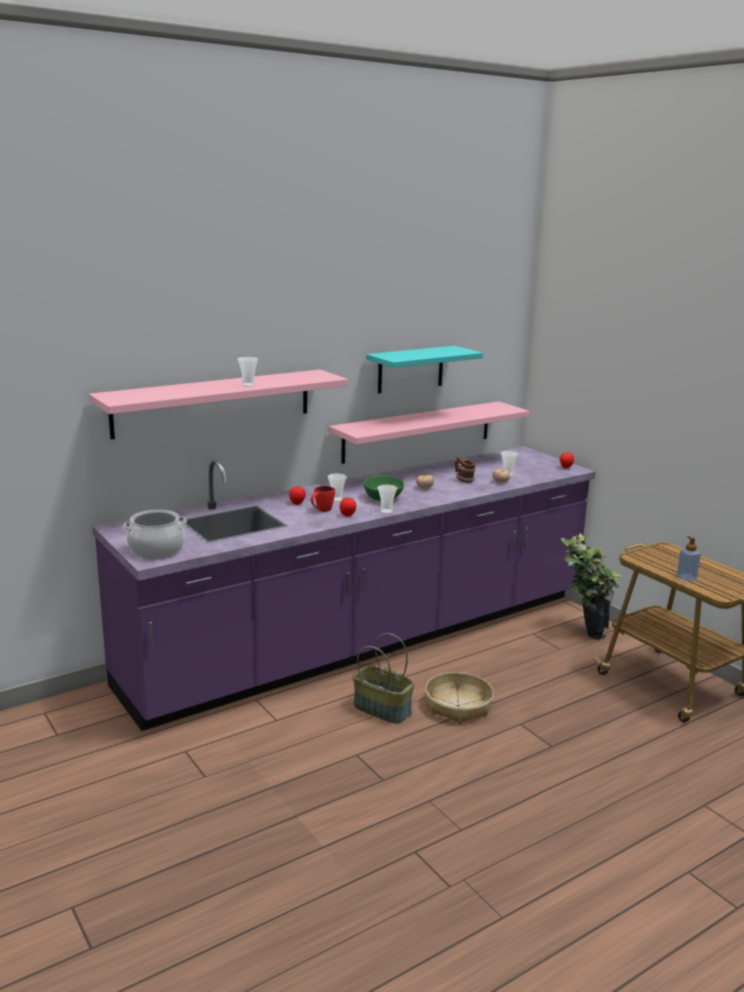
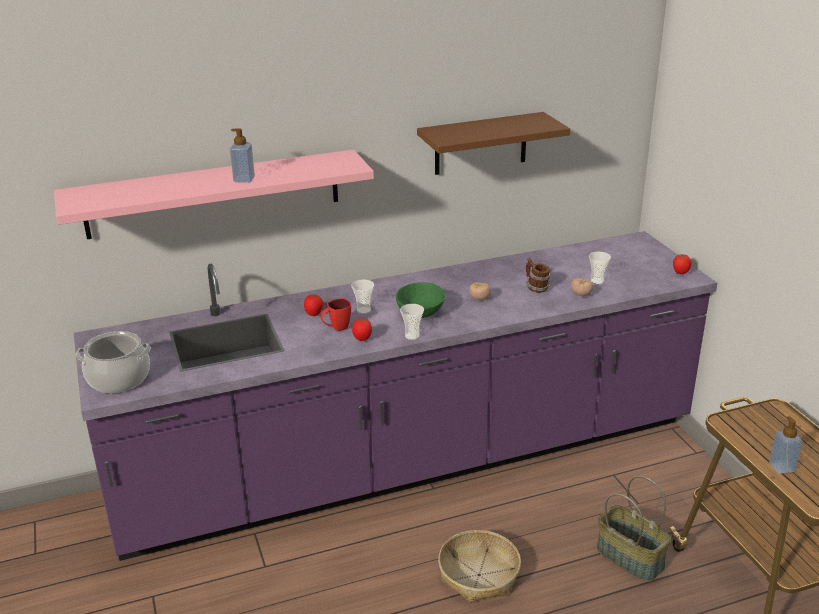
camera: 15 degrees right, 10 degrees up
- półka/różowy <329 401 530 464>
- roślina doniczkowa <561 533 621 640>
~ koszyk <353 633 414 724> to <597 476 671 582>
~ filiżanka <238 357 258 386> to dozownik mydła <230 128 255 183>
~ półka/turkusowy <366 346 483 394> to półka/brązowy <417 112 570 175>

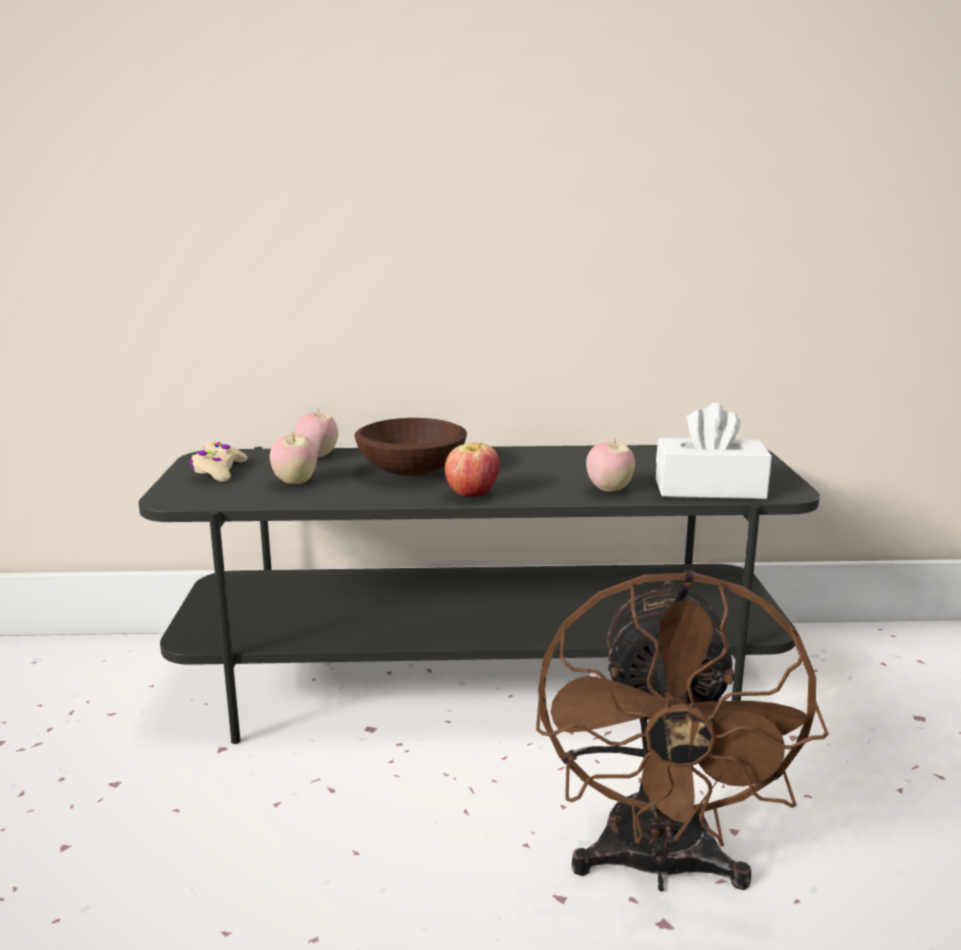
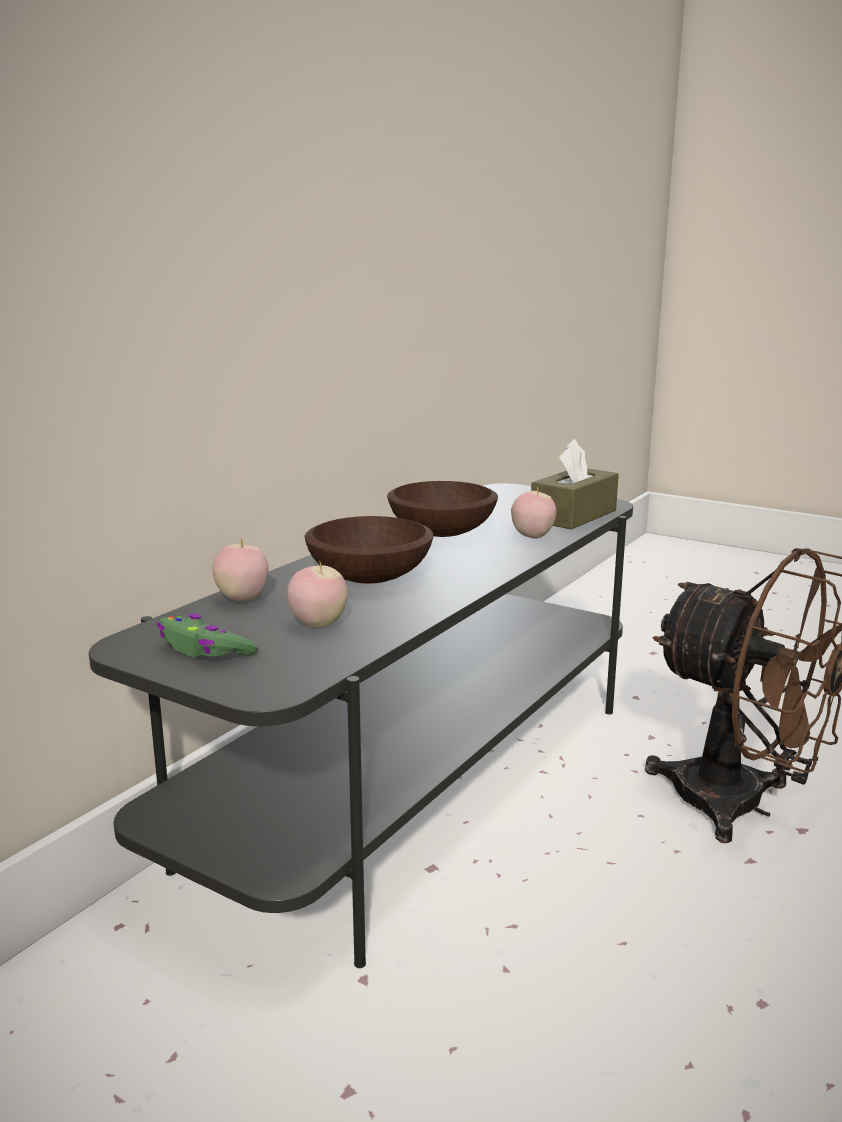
camera: 55 degrees left, 0 degrees up
- jabłko <445 442 500 497>
+ miska/brązowy <387 481 498 537>
~ pad do gier/beżowy <190 442 248 482> to pad do gier/zielony <157 613 258 657>
~ pudełko chusteczek/biały <656 402 772 499> to pudełko chusteczek/brązowy <531 439 619 529>

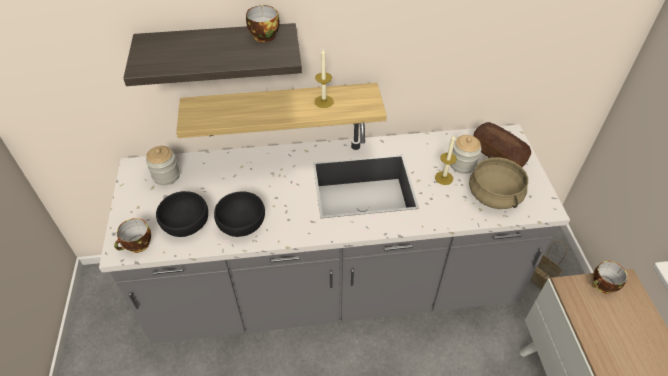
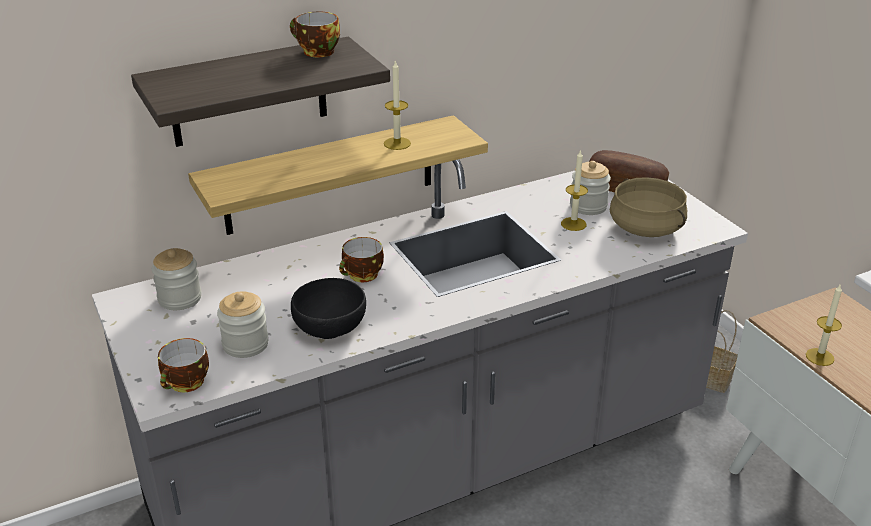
camera: 20 degrees left, 15 degrees down
+ świeca <806 285 842 366>
~ filiżanka <592 261 628 293> to <339 237 384 282>
~ miska/czarny <156 191 208 237> to słoik <217 291 269 358>

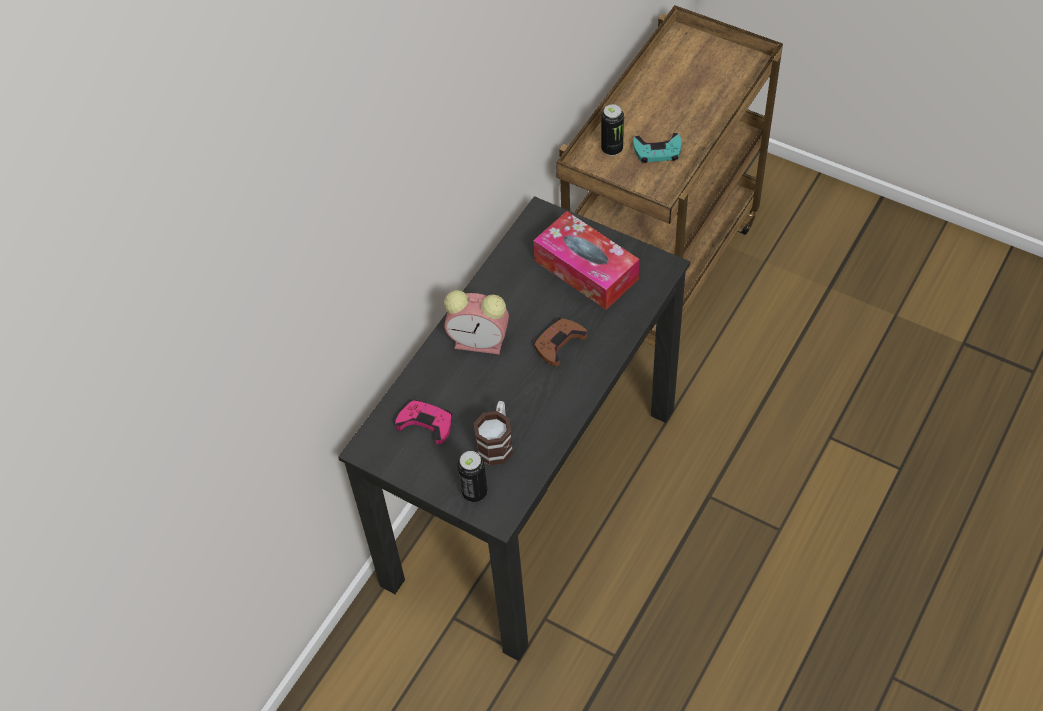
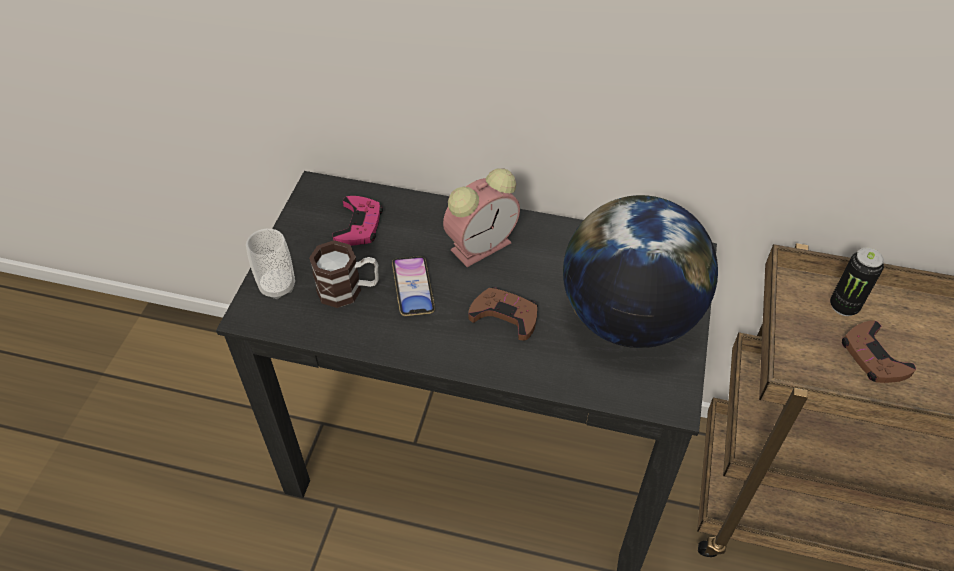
camera: 70 degrees right, 5 degrees down
+ telefon <392 256 435 316>
~ puszka <458 451 488 502> to filiżanka <246 229 295 299>
~ pudełko chusteczek <534 211 639 310> to globus <563 195 718 348>
~ pad do gier/turkusowy <633 133 682 163> to pad do gier/brązowy <842 321 916 383>
~ budzik <444 290 509 355> = <443 168 520 267> 120 degrees counterclockwise

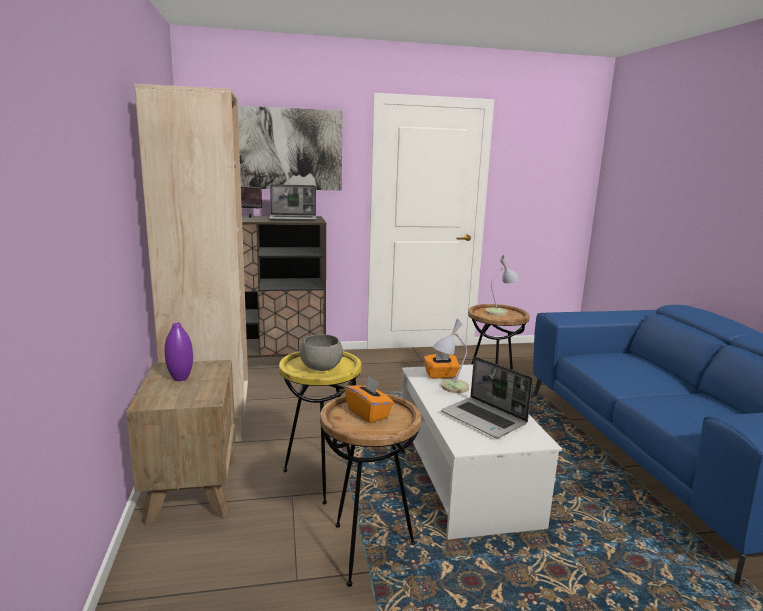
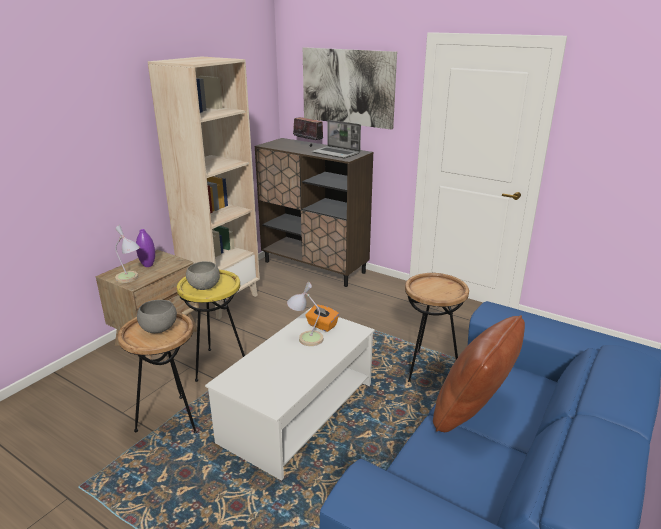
camera: 45 degrees right, 10 degrees up
- laptop <441 357 533 438>
+ poduszka/brązowy <433 315 525 432>
~ lampa stołowa <485 255 520 316> to <115 225 140 283>
~ pudełko chusteczek/pomarańczowy <345 376 394 423> to miska/szary <137 300 177 333>

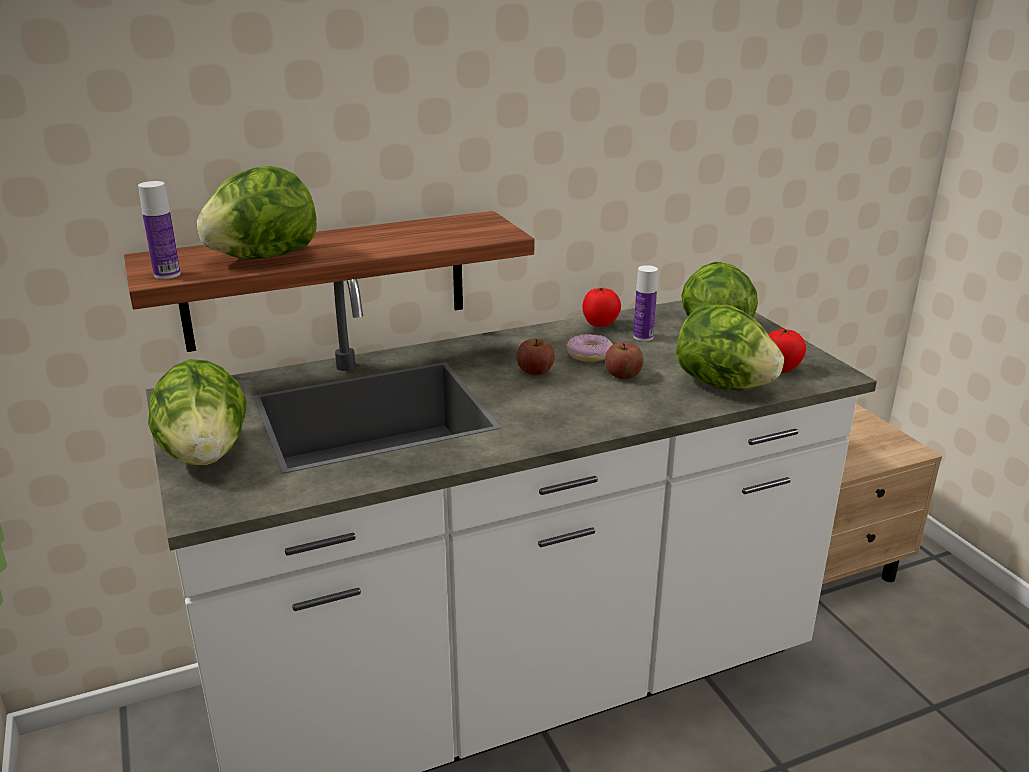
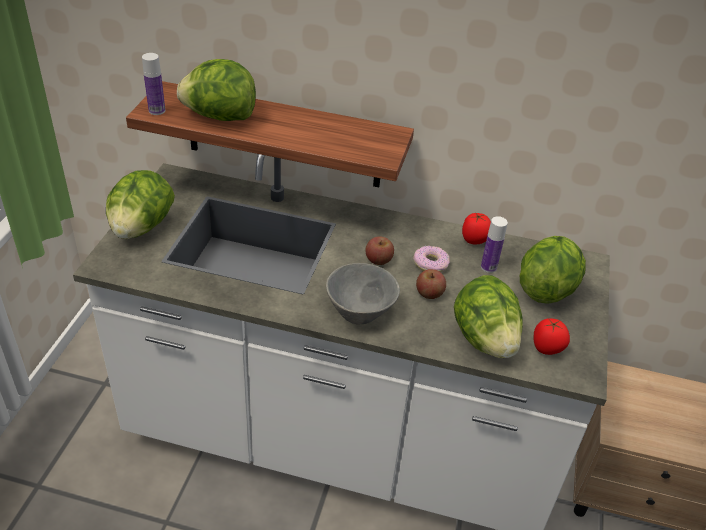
camera: 35 degrees right, 15 degrees up
+ miska/szary <326 263 400 325>

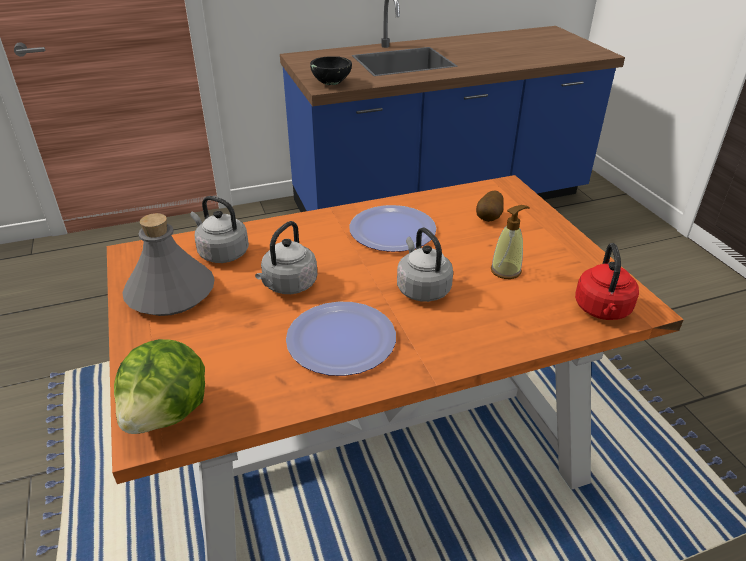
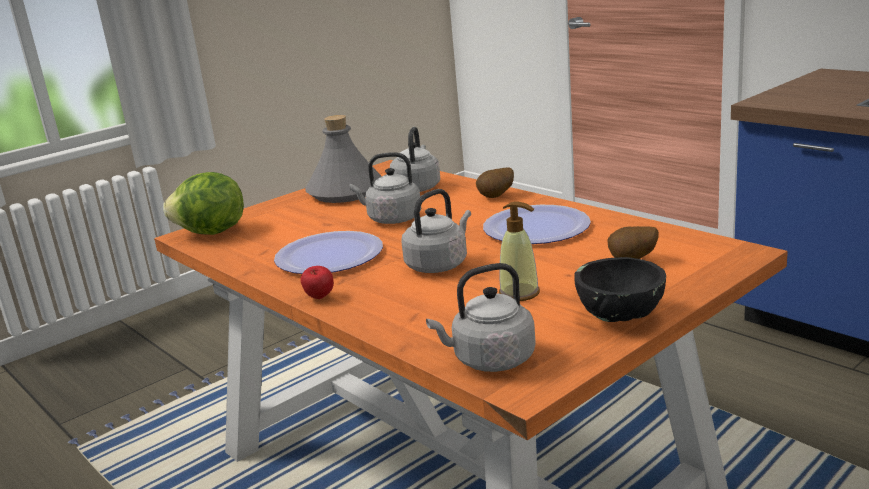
camera: 70 degrees right, 15 degrees down
+ jabłko <300 266 334 299>
+ ziemniak <476 167 514 198>
~ miska/czarny <310 56 352 85> to <574 257 666 322>
~ czajnik/czerwony <575 243 639 320> to czajnik/szary <426 263 536 372>

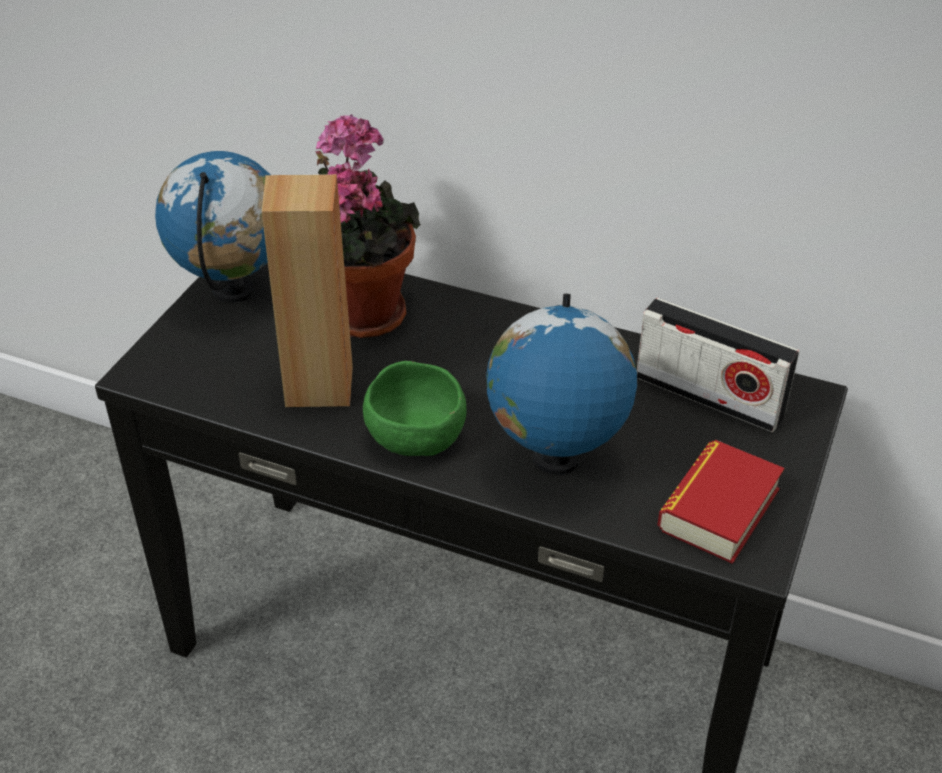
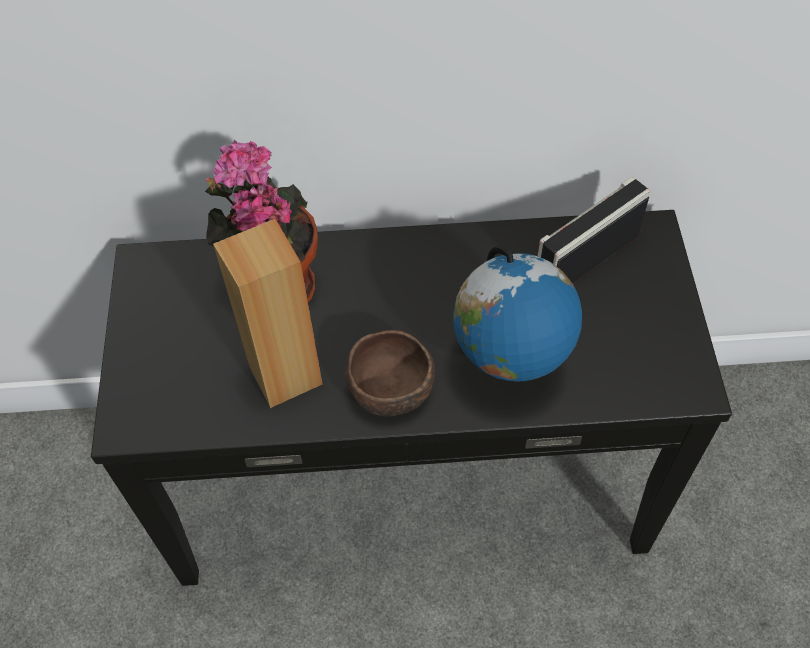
camera: 25 degrees left, 15 degrees up
- globus <155 151 270 303>
- książka <657 440 784 564>
~ miska/zielony <363 361 466 456> to miska/brązowy <345 330 435 416>
~ radio <637 298 799 432> = <538 177 650 283> 135 degrees clockwise

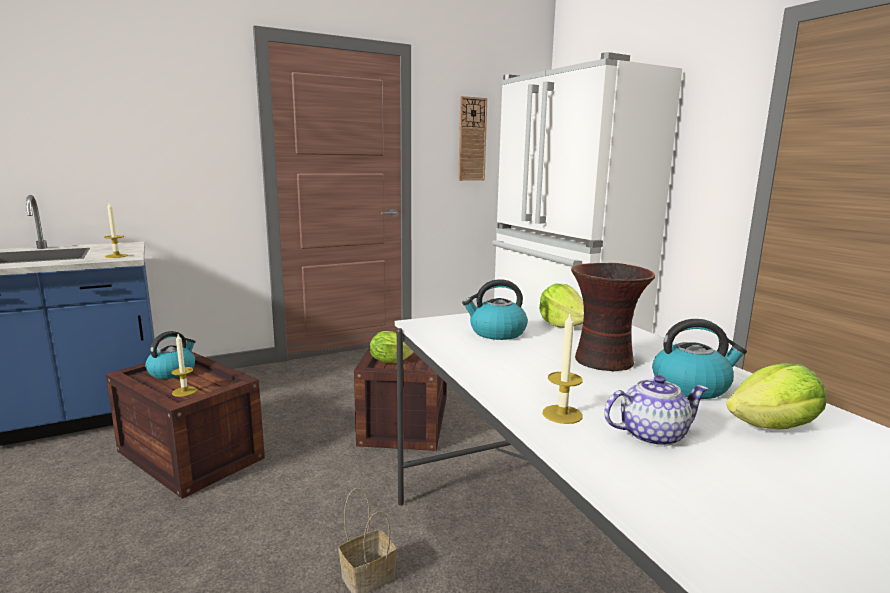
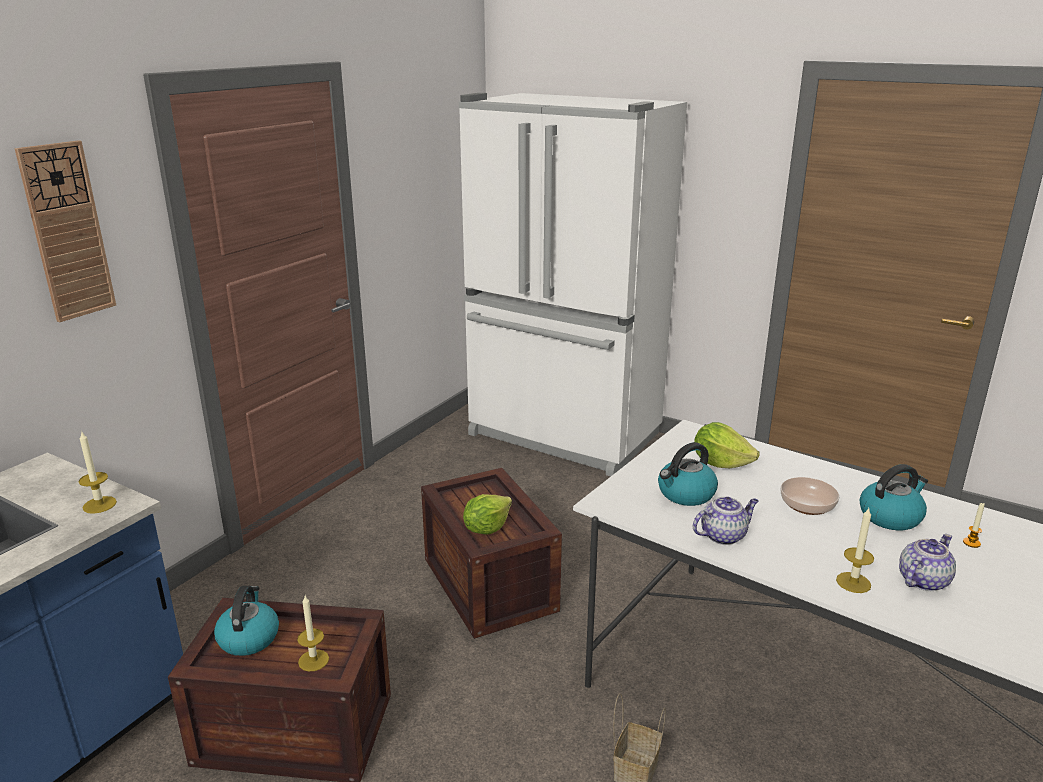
camera: 30 degrees left, 10 degrees up
+ imbryk <693 497 759 545>
~ zegar ścienny <458 96 487 181> to <15 140 116 322>
~ wazon <571 263 655 371> to miska <781 477 840 515>
~ sałata <726 364 826 429> to świeca <963 502 985 548>

